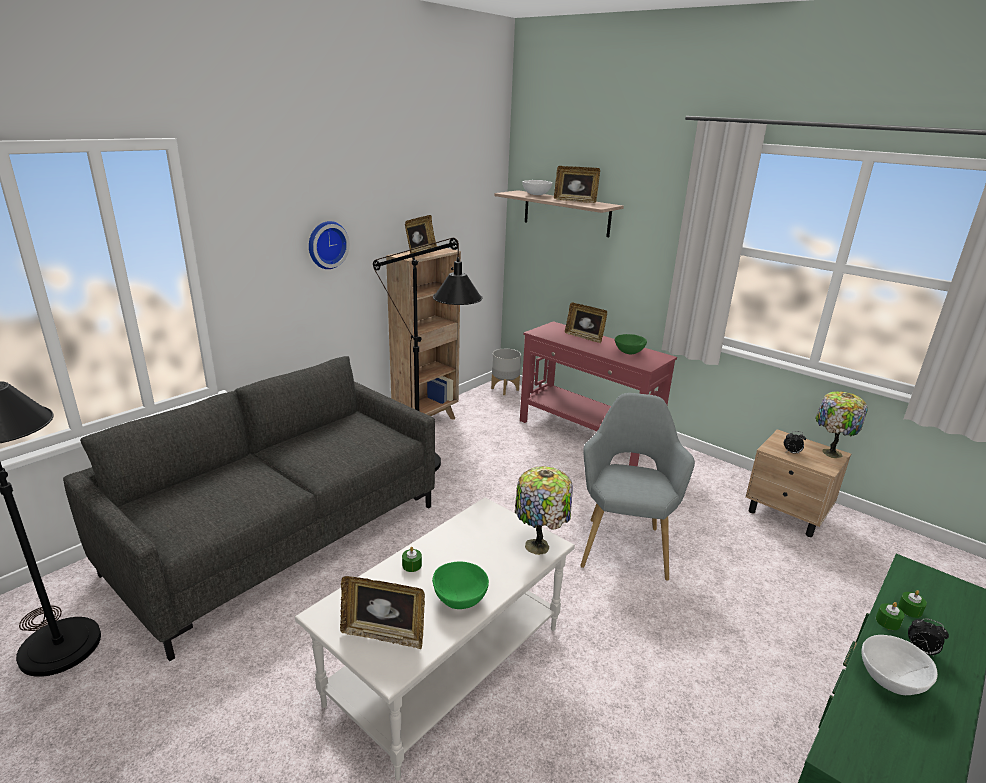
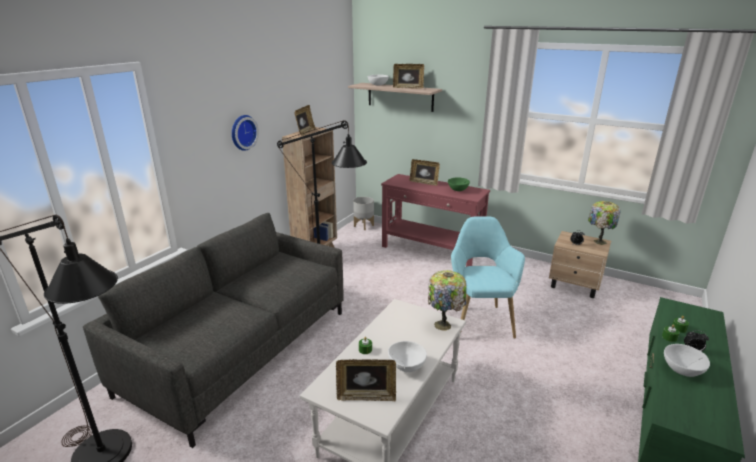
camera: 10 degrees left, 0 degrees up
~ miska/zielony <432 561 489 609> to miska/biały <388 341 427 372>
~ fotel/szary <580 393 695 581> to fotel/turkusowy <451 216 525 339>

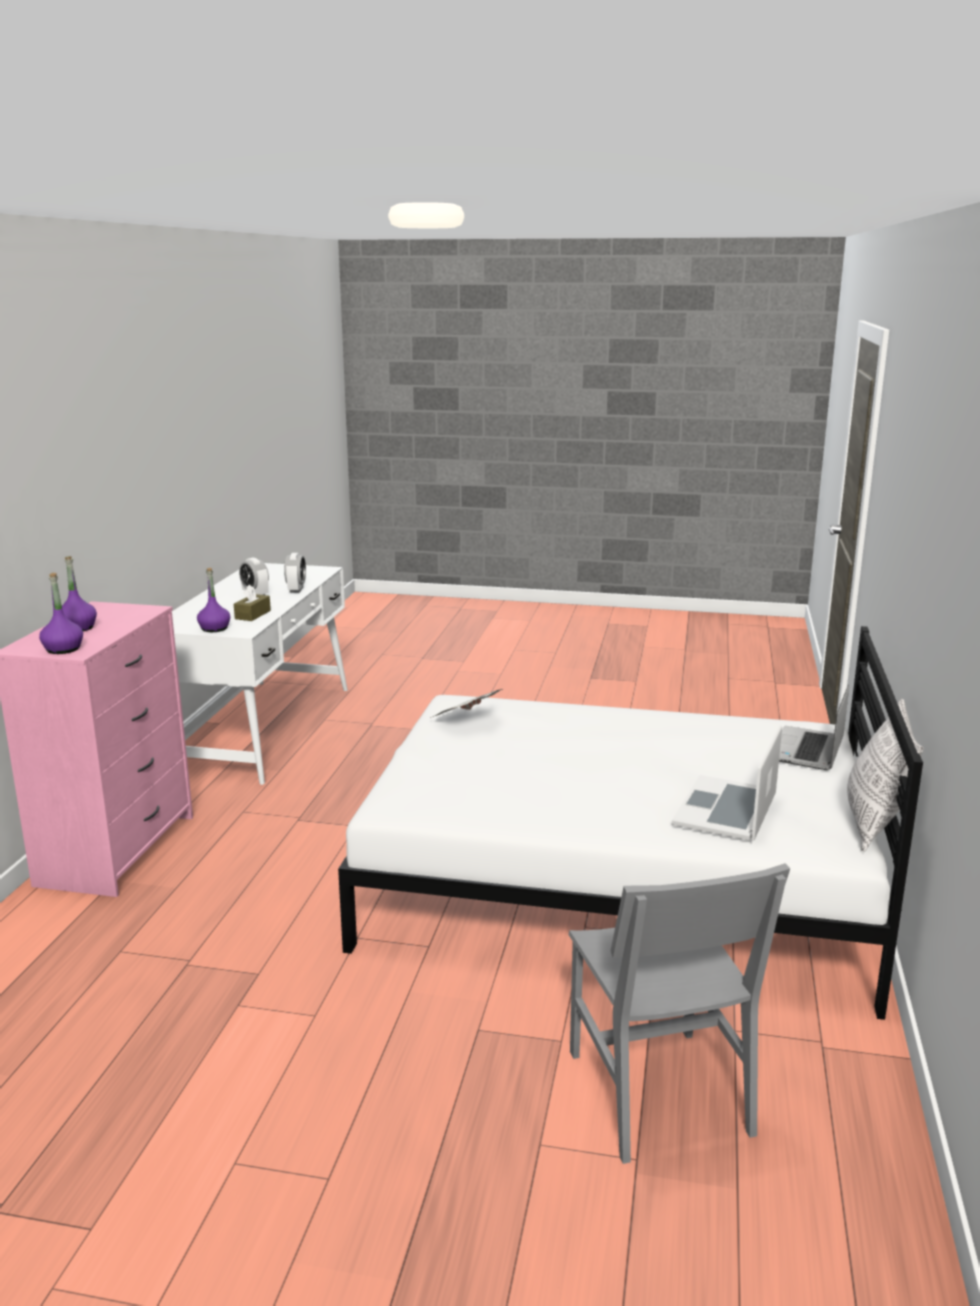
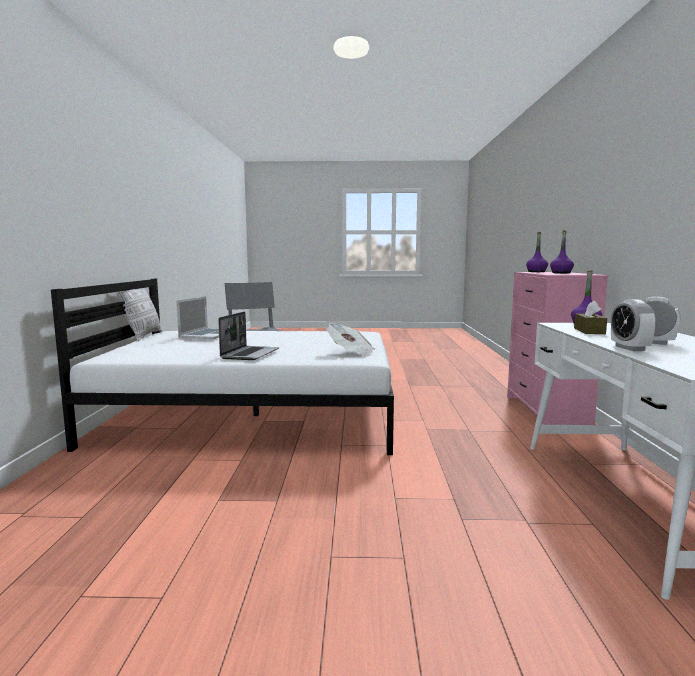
camera: 170 degrees right, 10 degrees down
~ laptop <779 684 849 770> to <218 312 279 360>

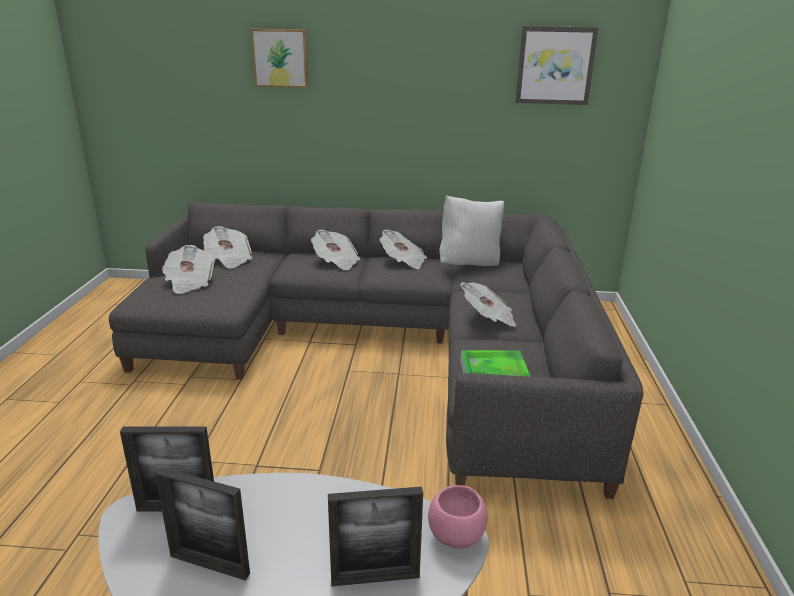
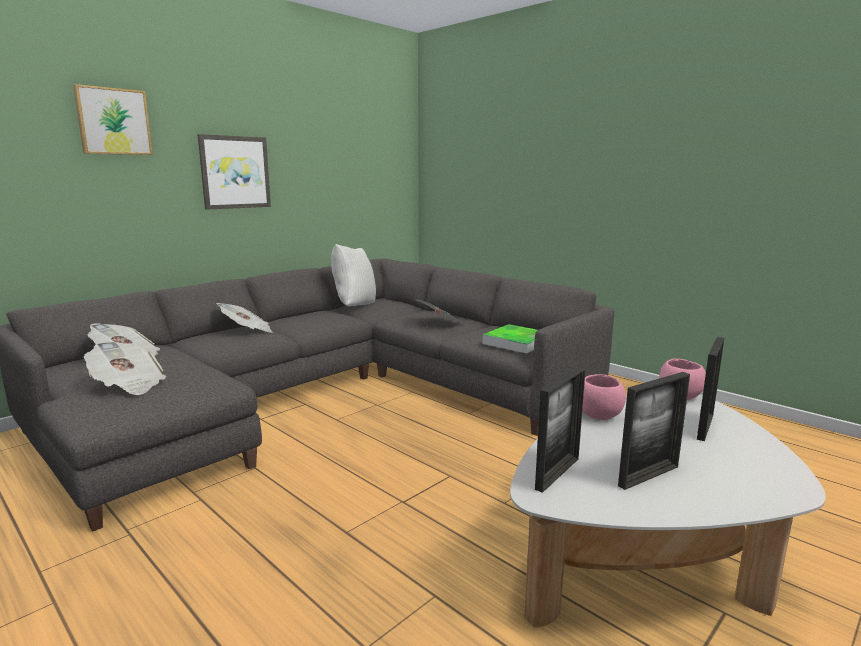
camera: 50 degrees left, 10 degrees down
- gazeta <380 230 427 269>
+ miska/różowy <582 374 626 420>
~ obraz <515 26 598 105> to <197 134 271 210>

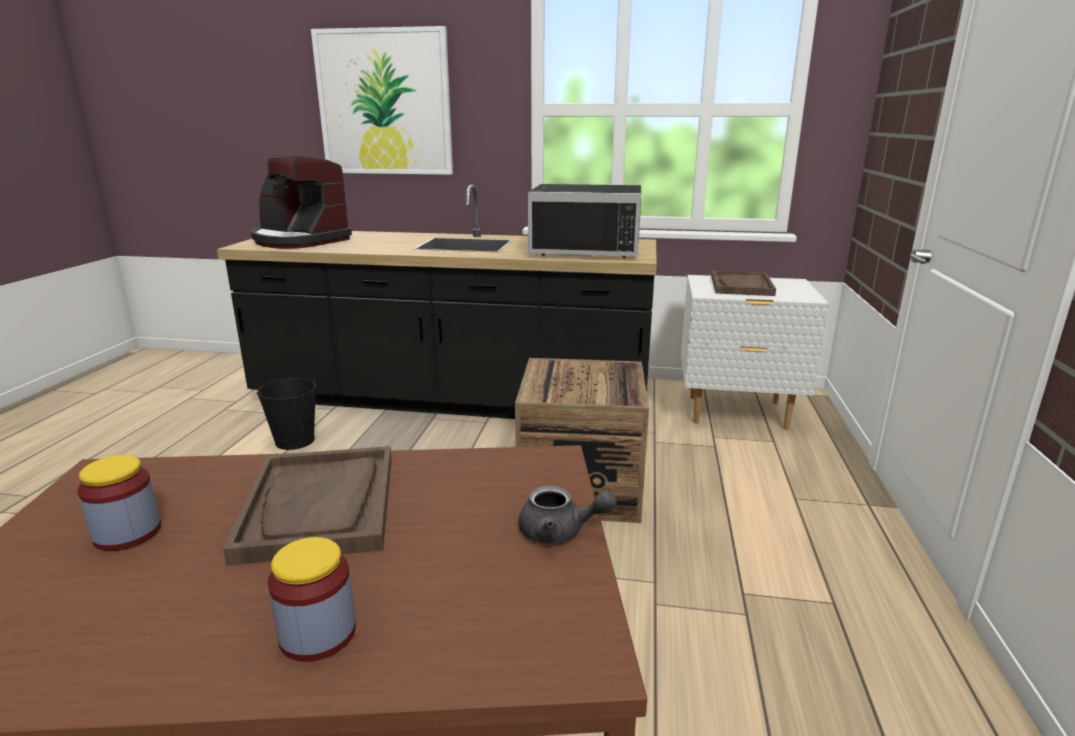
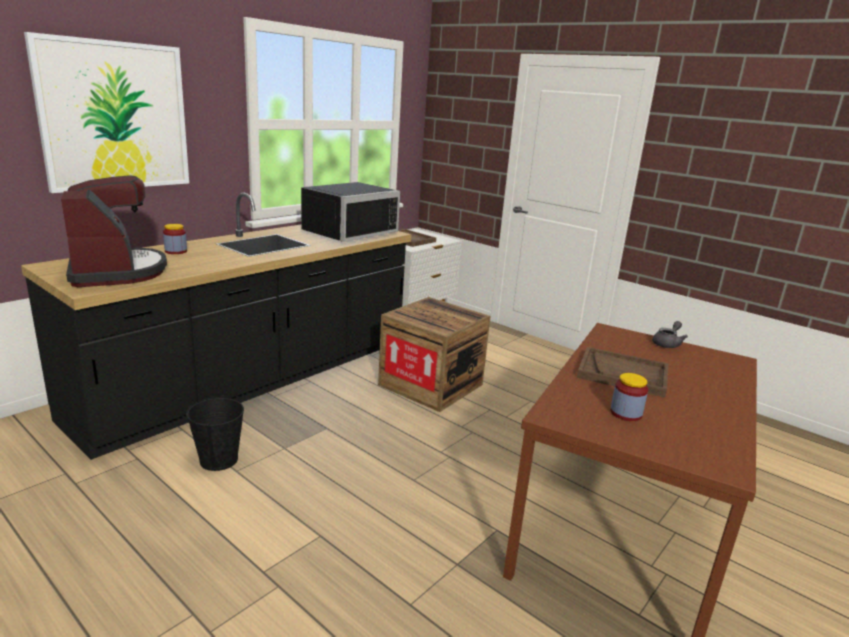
camera: 60 degrees left, 0 degrees up
~ słoik <268 537 356 662> to <163 224 187 254>
~ ekspres do kawy <251 155 352 249> = <61 175 167 287> 90 degrees counterclockwise

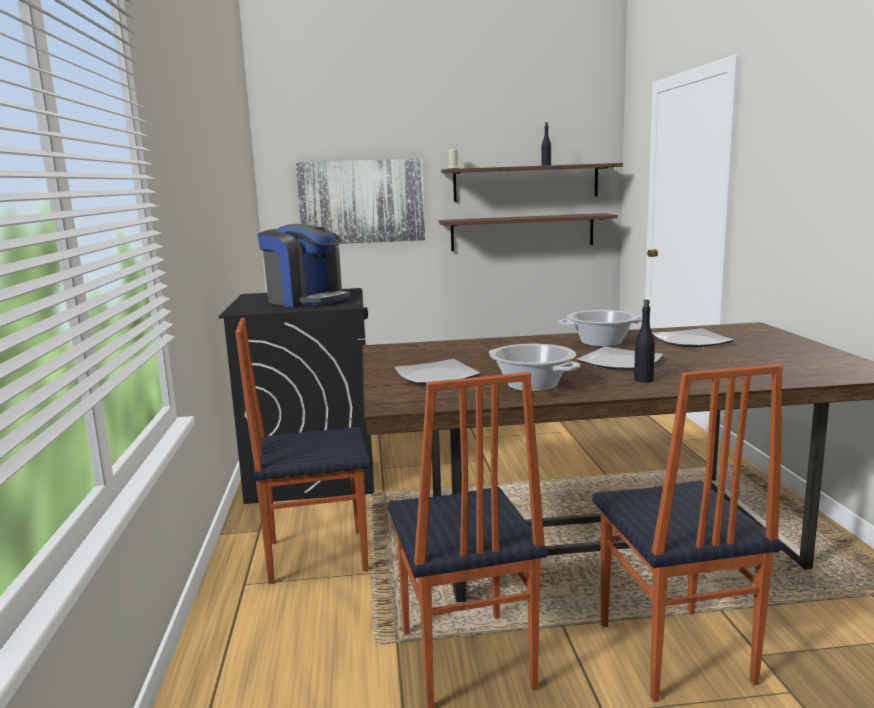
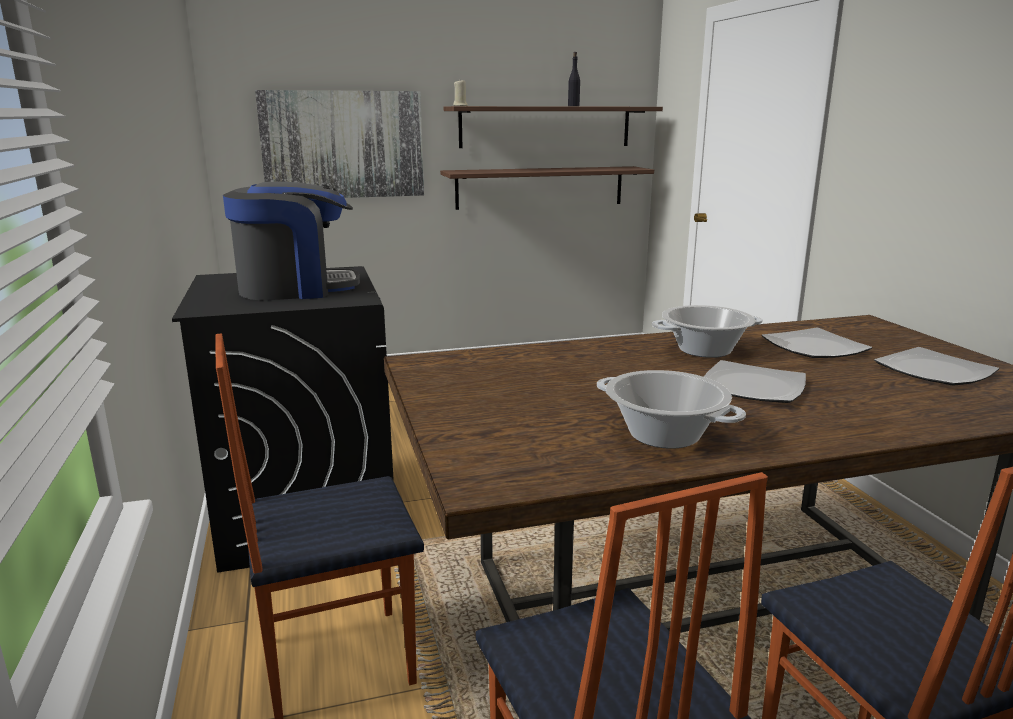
camera: 10 degrees left, 5 degrees up
- butelka/czarny <634 299 655 383>
~ talerz <394 359 481 385> to <874 347 999 386>
~ ekspres do kawy <257 224 350 307> = <223 182 360 300> 45 degrees counterclockwise

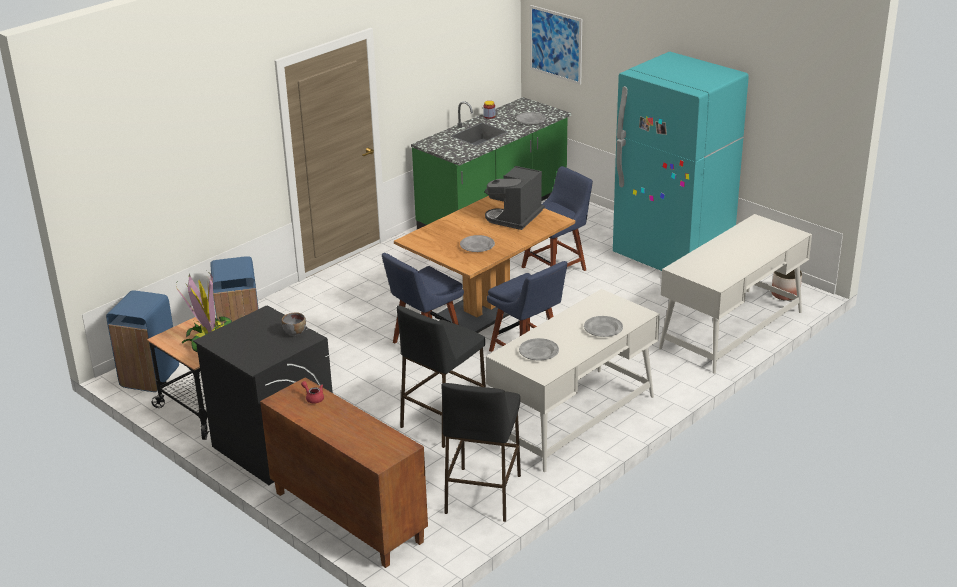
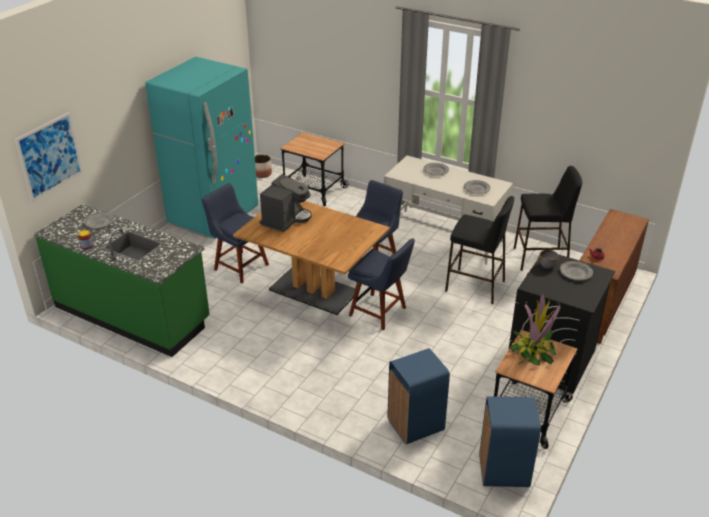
camera: 105 degrees left, 5 degrees up
~ talerz/szary <460 235 495 252> to <560 261 593 280>
~ biurko/biały <659 214 812 374> to wózek <280 132 349 206>
~ ekspres do kawy <485 166 545 230> = <259 174 312 232> 75 degrees counterclockwise

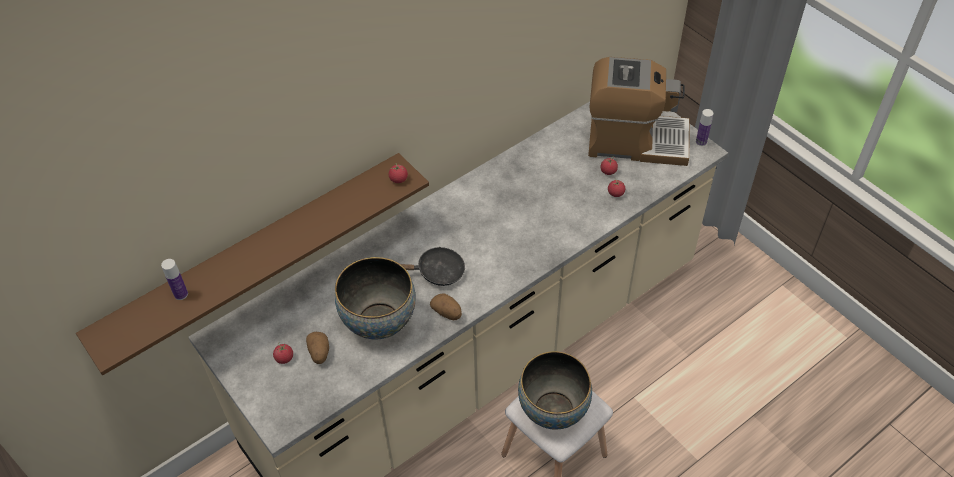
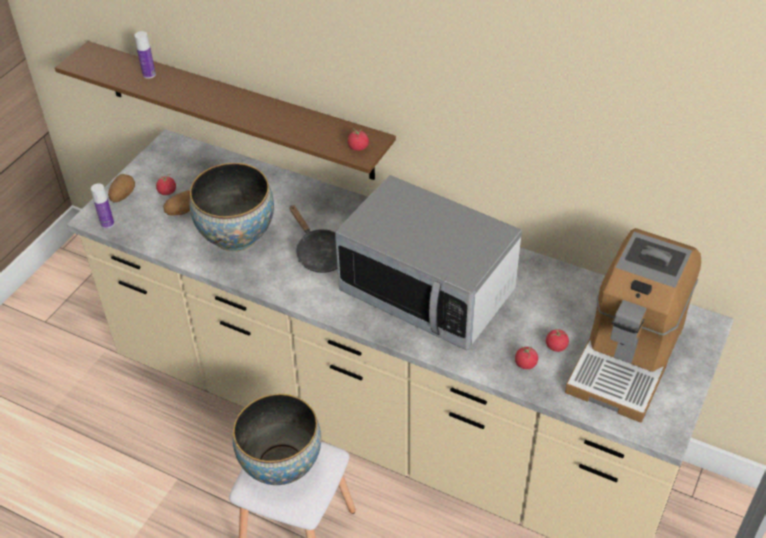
camera: 65 degrees right, 5 degrees down
+ mikrofalówka <335 175 522 350>
~ ziemniak <430 293 462 320> to <108 174 135 203>
~ butelka <696 109 714 146> to <91 183 114 229>
~ ekspres do kawy <588 57 689 166> = <565 228 701 423> 45 degrees clockwise

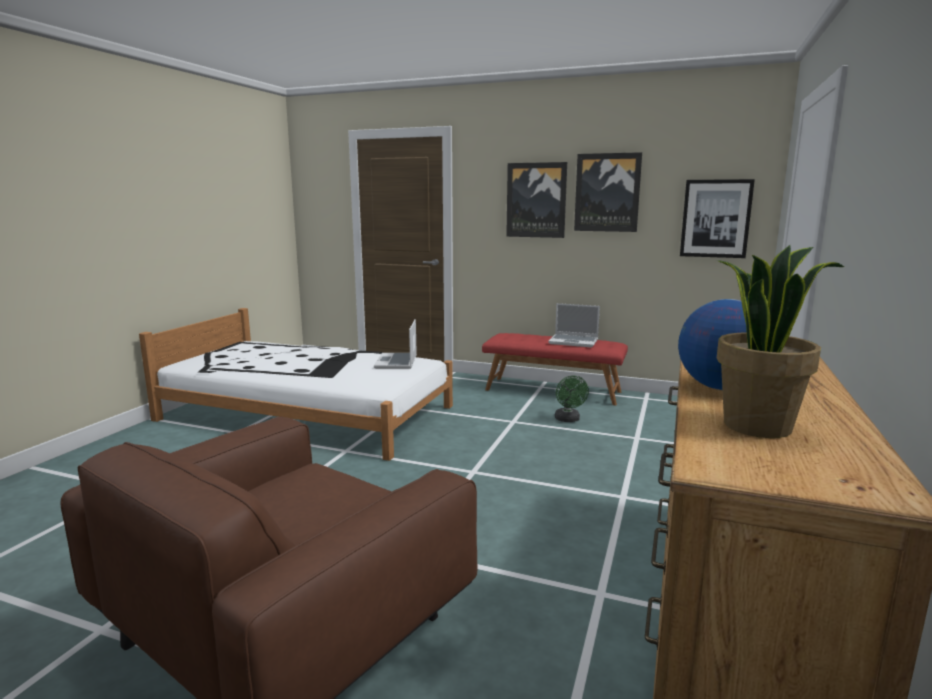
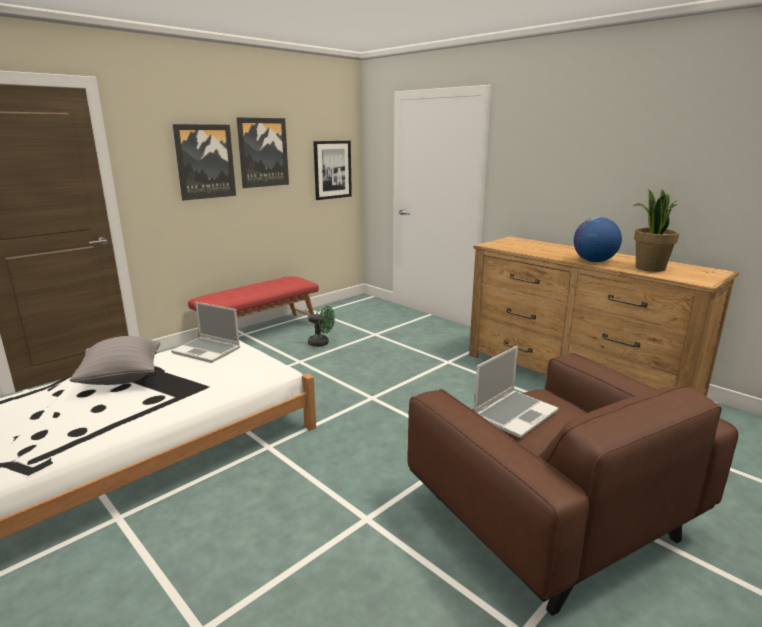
camera: 65 degrees left, 5 degrees up
+ poduszka/szary <70 336 161 385>
~ laptop <548 303 600 348> to <474 345 559 438>

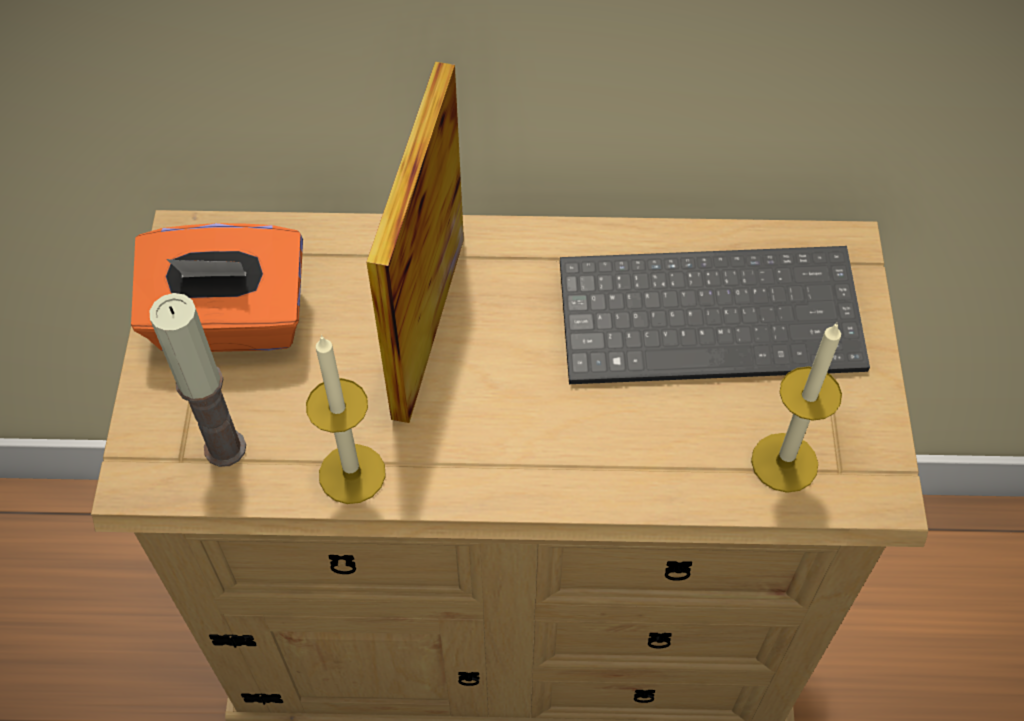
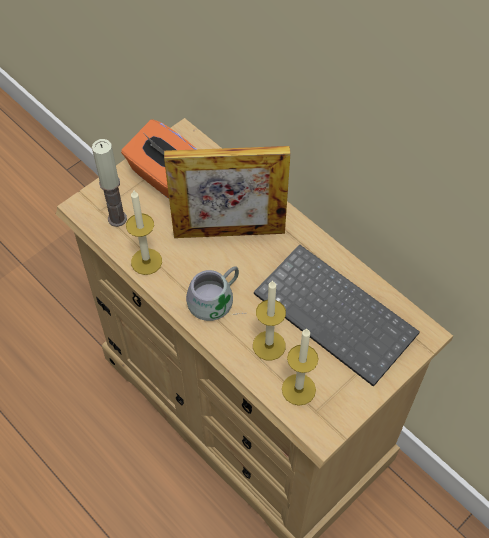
camera: 45 degrees right, 0 degrees up
+ kubek/szary <186 266 246 321>
+ świeca <253 280 286 361>
~ ramka na zdjęcie <366 62 464 423> = <164 146 290 238> 150 degrees counterclockwise

